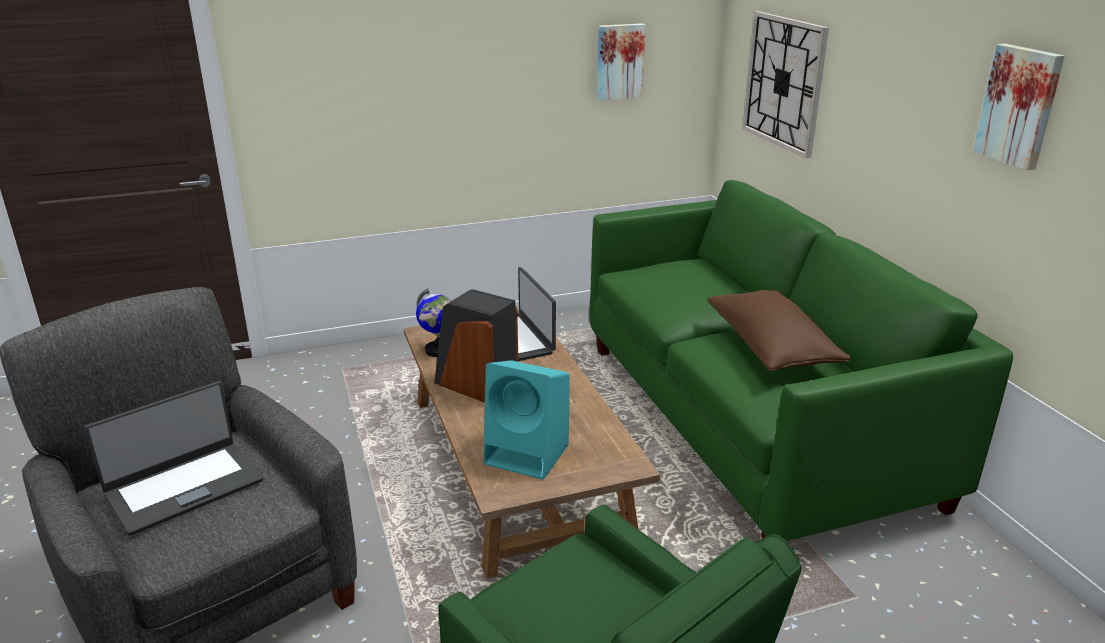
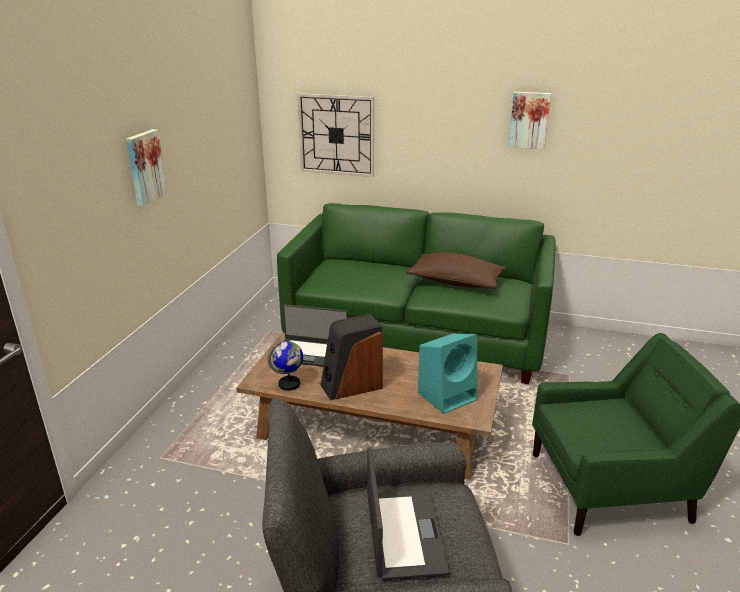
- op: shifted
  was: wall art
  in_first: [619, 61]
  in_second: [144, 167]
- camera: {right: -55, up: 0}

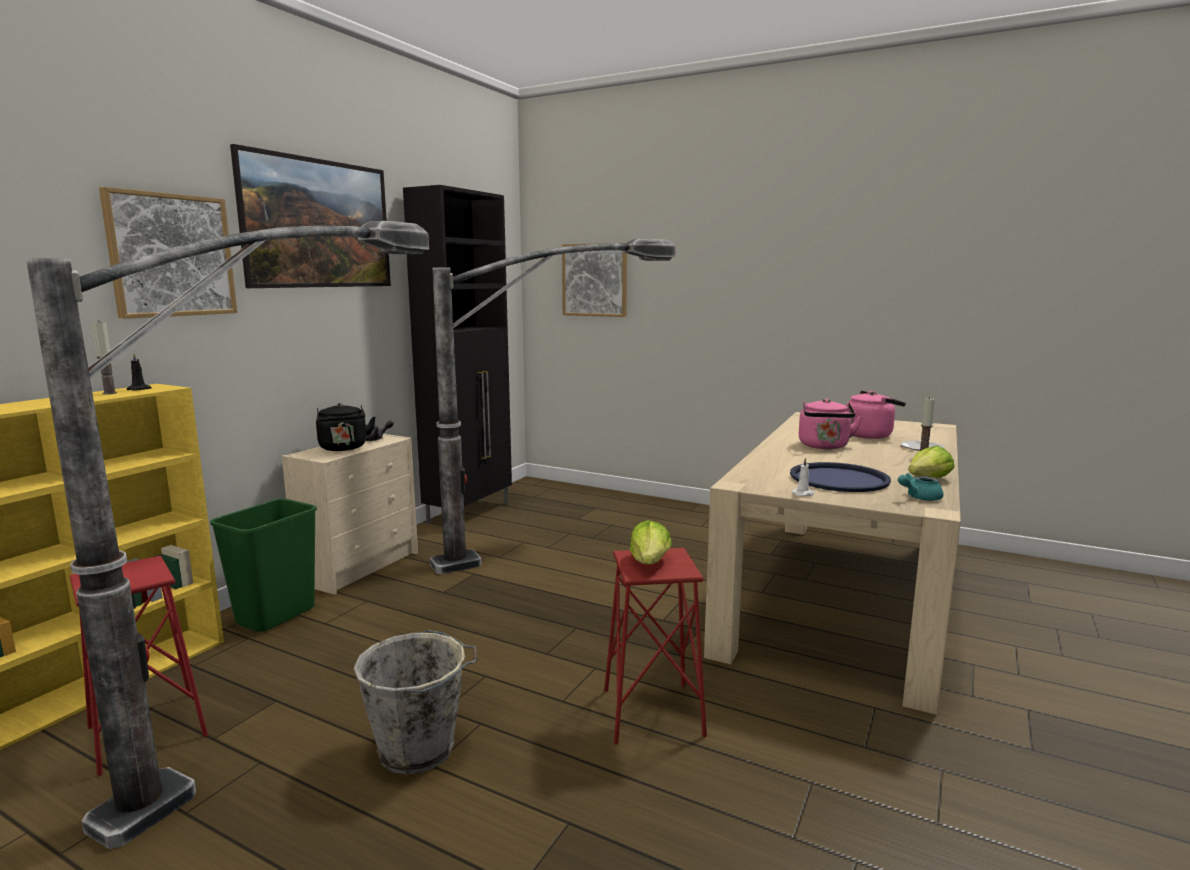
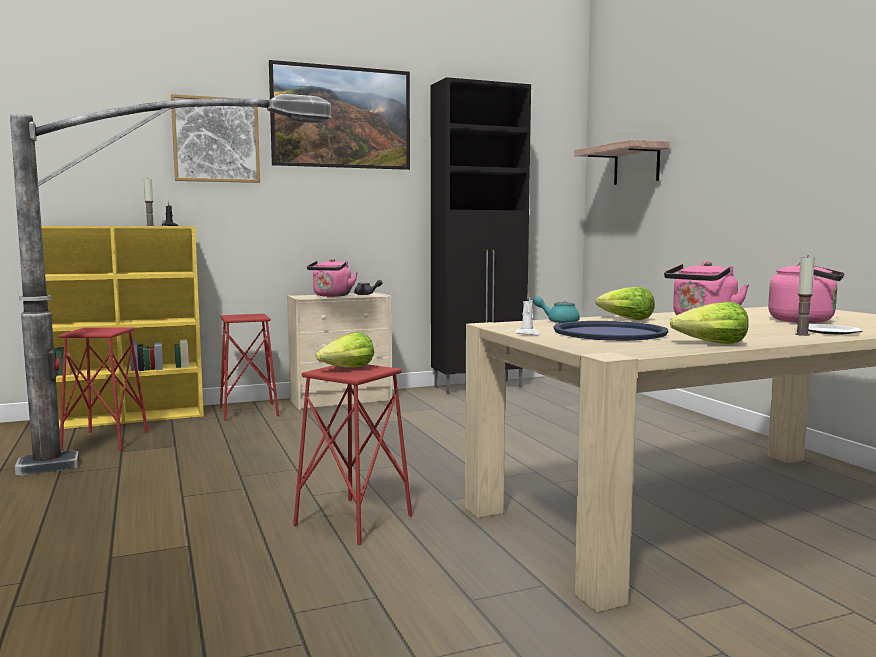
- op: gone
  was: floor lamp
  in_first: [558, 545]
- op: swapped
  was: wall art
  now: shelf
  in_first: [595, 280]
  in_second: [636, 164]
- op: repainted
  was: black-coloured water kettle
  now: pink-coloured water kettle
  in_first: [344, 448]
  in_second: [331, 296]
- op: shifted
  was: turquoise teapot
  in_first: [919, 497]
  in_second: [558, 321]
- op: swapped
  was: green-coloured trash can
  now: reddish stool seat
  in_first: [276, 616]
  in_second: [249, 412]
- op: gone
  was: gray pail
  in_first: [420, 749]
- op: new
  now: head of lettuce
  in_second: [625, 319]
- camera: {right: 40, up: -5}

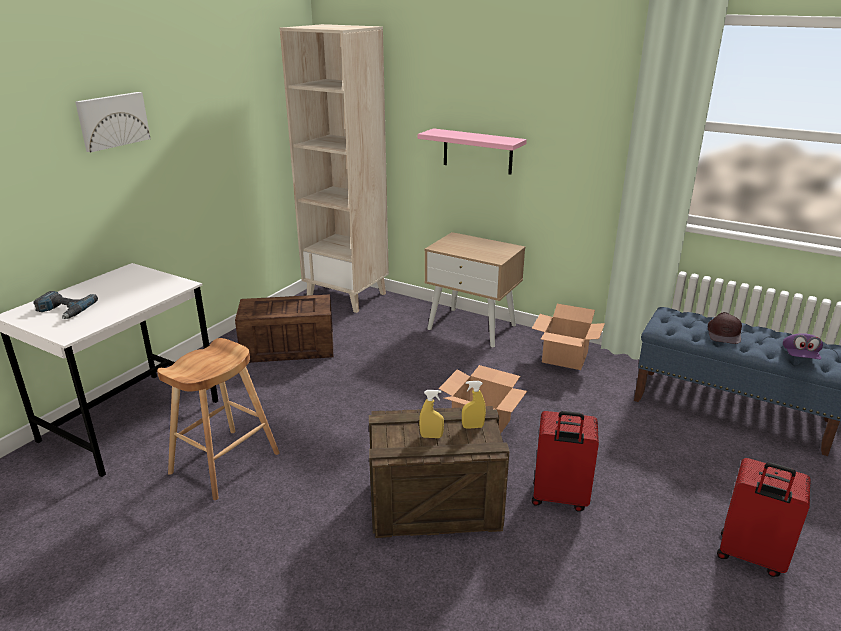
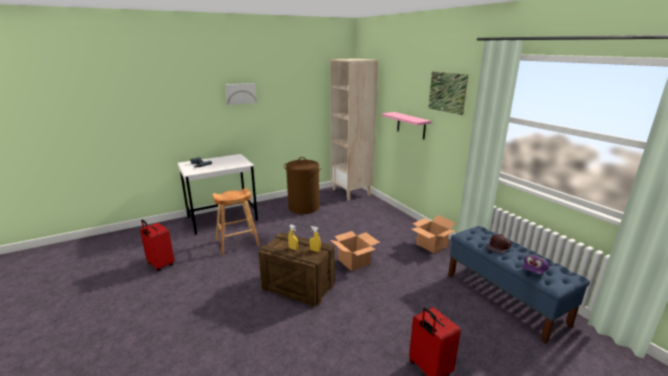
- op: gone
  was: beige-coloured nightstand
  in_first: [472, 327]
- op: swapped
  was: shipping crate
  now: brown hamper
  in_first: [287, 348]
  in_second: [303, 207]
- op: shifted
  was: reddish suitcase
  in_first: [559, 498]
  in_second: [160, 265]
- op: new
  now: wall art
  in_second: [447, 92]
- camera: {right: 30, up: -5}

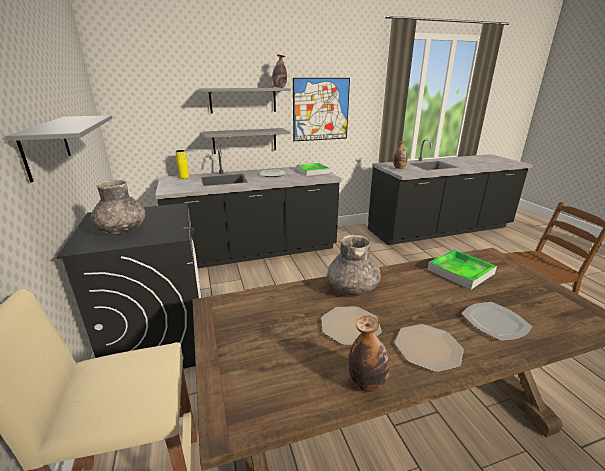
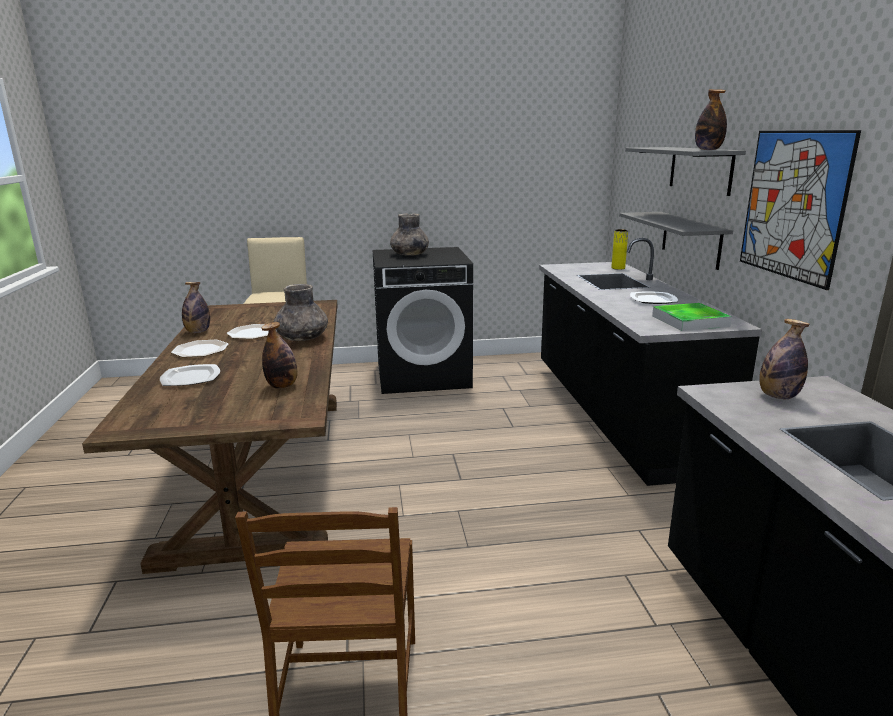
- op: gone
  was: gray shelf
  in_first: [46, 146]
- op: swapped
  was: carrying tray
  now: drink bottle
  in_first: [460, 271]
  in_second: [282, 386]
- camera: {right: 100, up: -5}

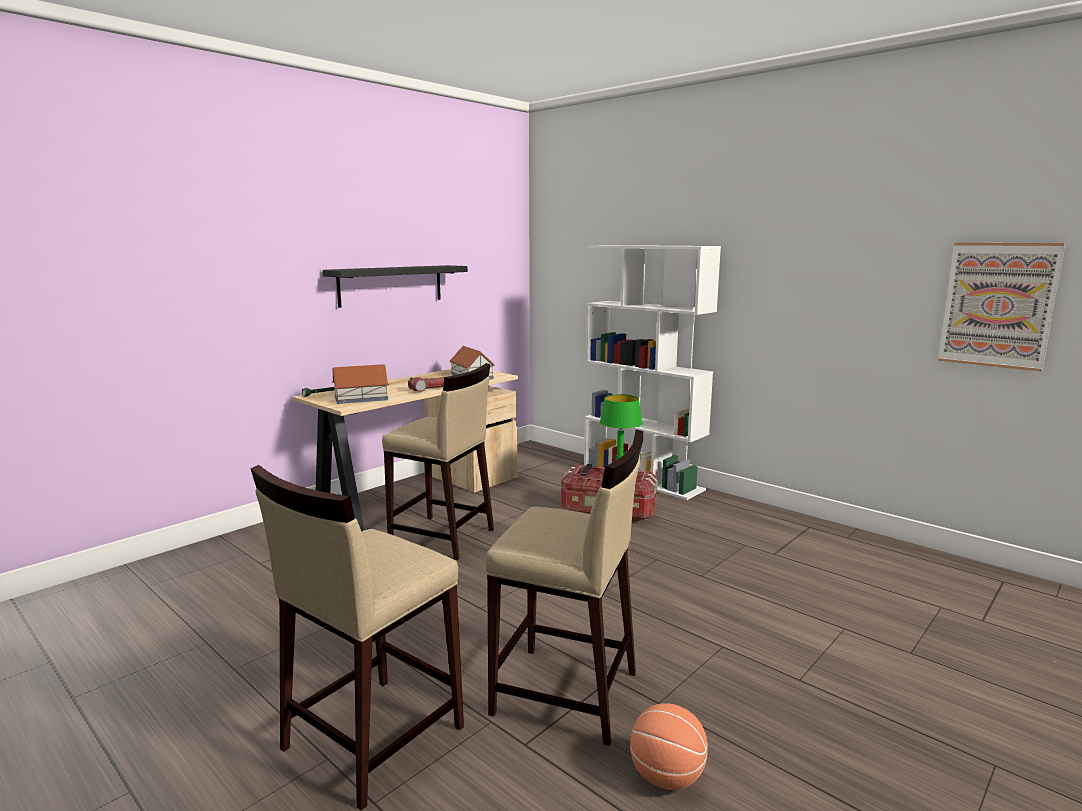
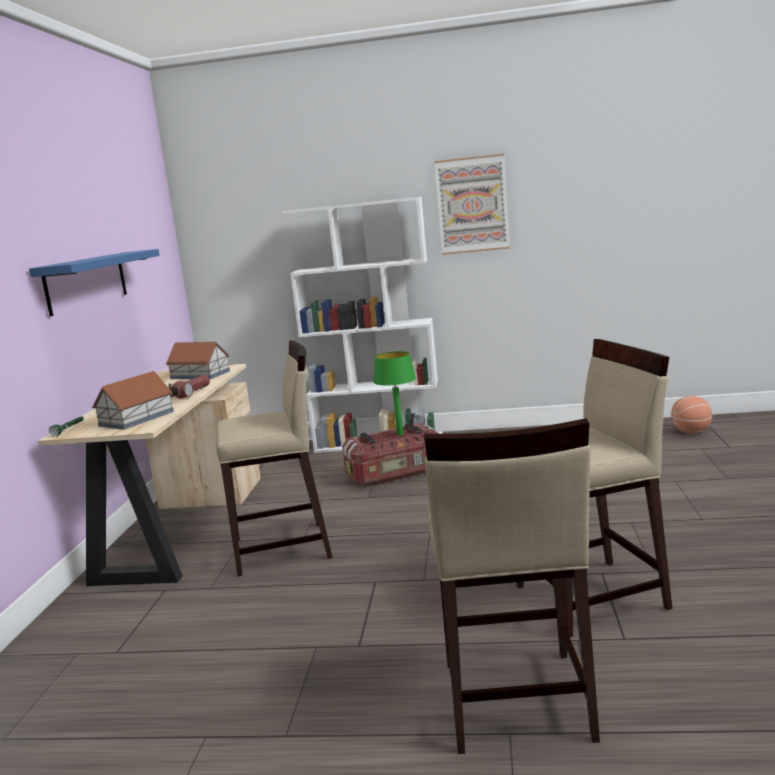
- op: shifted
  was: wall art
  in_first: [998, 305]
  in_second: [472, 205]
- op: repainted
  was: black-coloured shelf
  now: bluish shelf
  in_first: [391, 285]
  in_second: [87, 282]
- op: shifted
  was: basketball
  in_first: [667, 777]
  in_second: [691, 432]
- camera: {right: -35, up: 0}

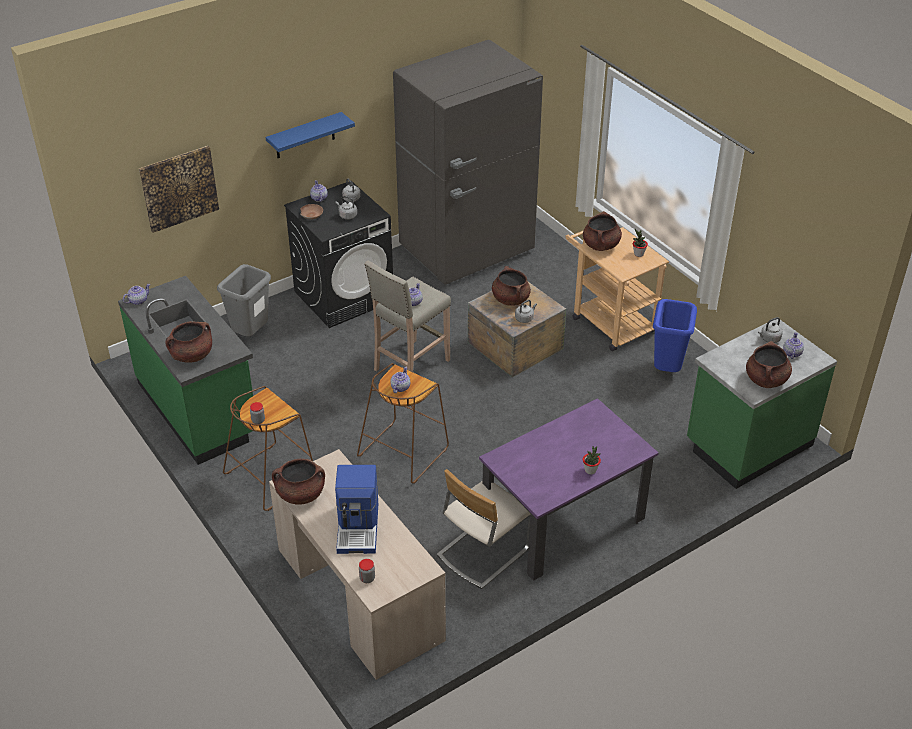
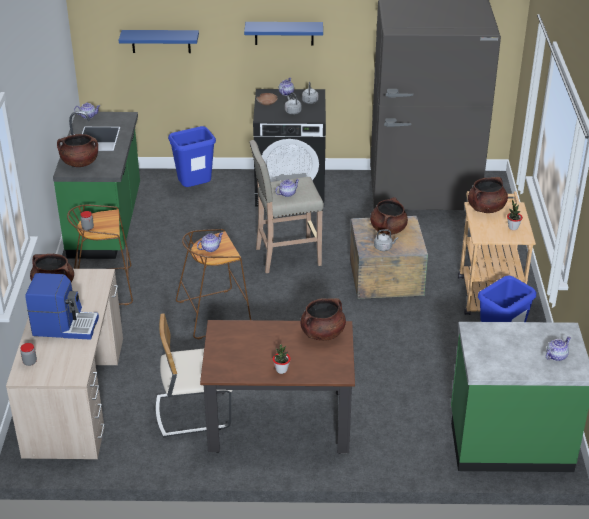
- op: swapped
  was: wall art
  now: bluish shelf
  in_first: [179, 188]
  in_second: [161, 41]
- op: repainted
  was: gray trash can
  now: bluish trash can
  in_first: [251, 334]
  in_second: [195, 189]
- op: gone
  was: gray water kettle
  in_first: [769, 339]
- op: shifted
  was: brown saucepot
  in_first: [766, 380]
  in_second: [322, 333]
- op: repainted
  was: purple-coloured kitchen table
  now: brown kitchen table
  in_first: [563, 522]
  in_second: [279, 422]
- op: rotated
  was: coffee machine
  in_first: [359, 527]
  in_second: [65, 326]
  clockwise: -120
- camera: {right: 35, up: -5}

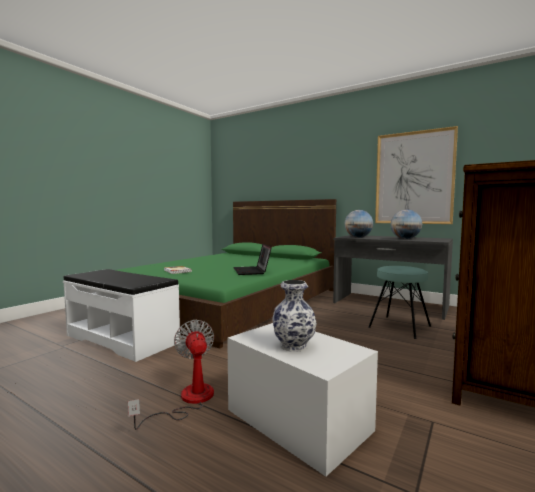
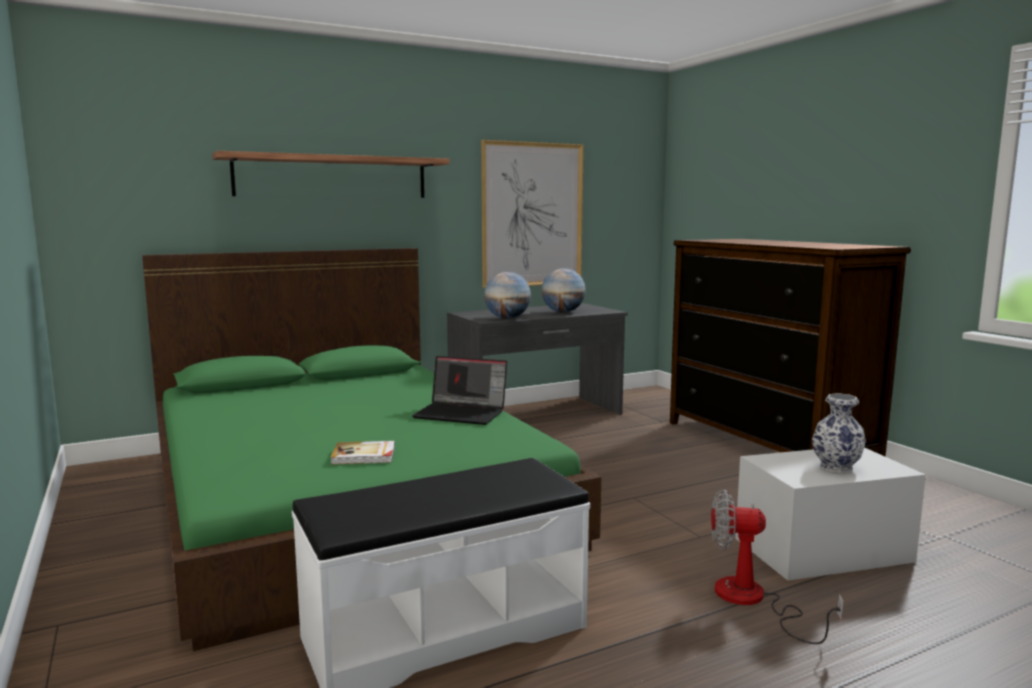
- op: gone
  was: turquoise stool seat
  in_first: [399, 327]
- op: new
  now: shelf
  in_second: [332, 177]
- camera: {right: -60, up: 5}

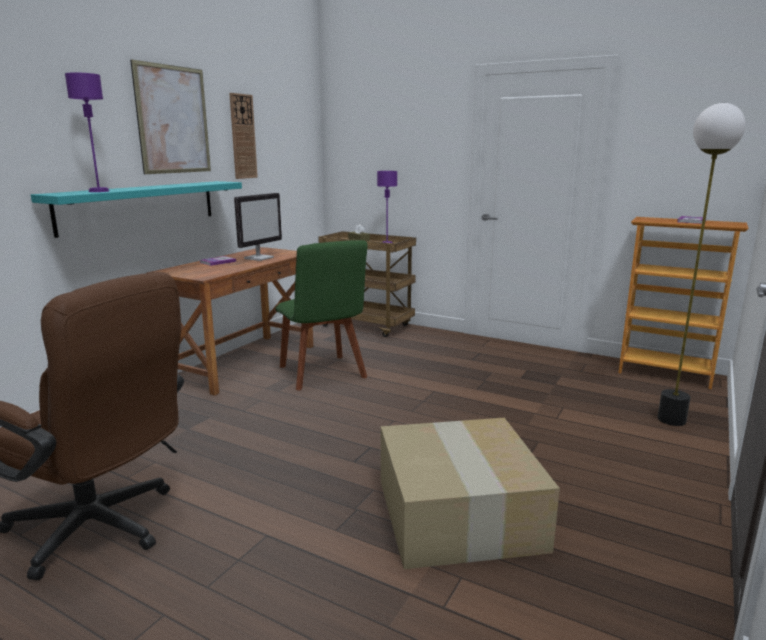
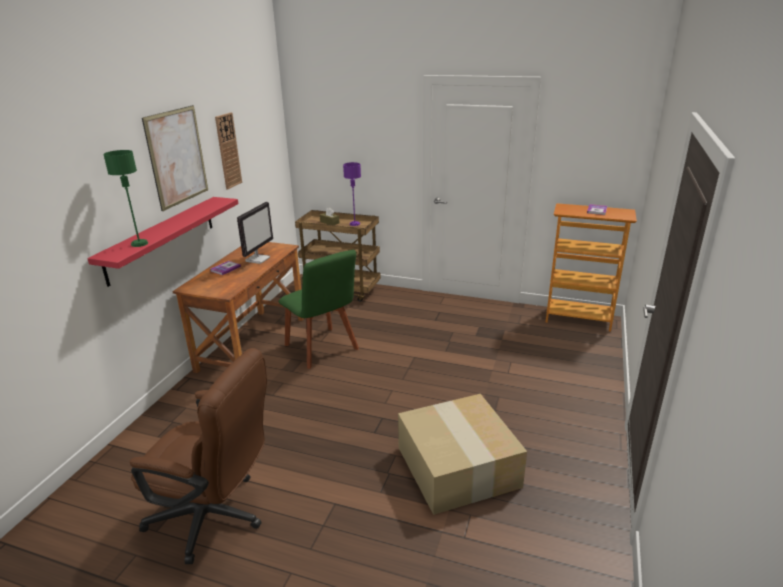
- op: repainted
  was: purple-coloured tabletop lamp
  now: green-coloured tabletop lamp
  in_first: [98, 191]
  in_second: [139, 243]
- op: gone
  was: floor lamp
  in_first: [672, 420]
- op: repainted
  was: turquoise shelf
  now: reddish shelf
  in_first: [140, 206]
  in_second: [162, 238]
- camera: {right: -10, up: 10}

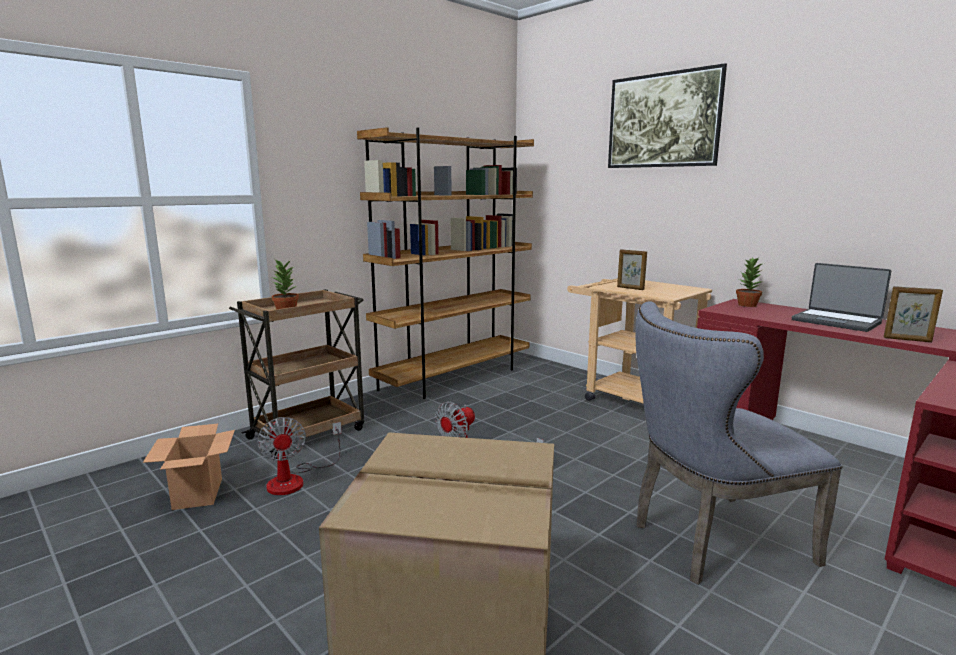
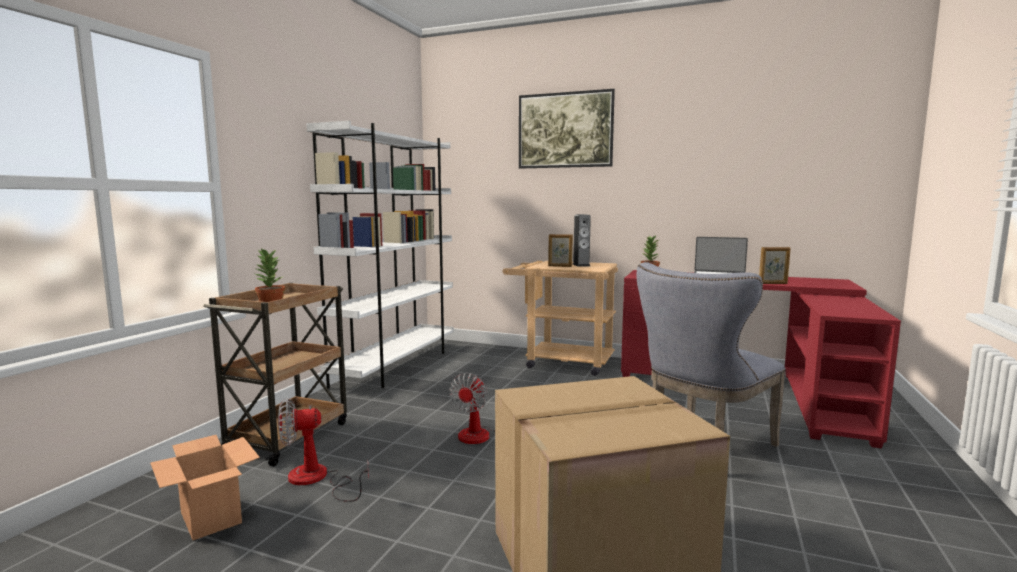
- op: repainted
  was: brown shelving unit
  now: whitish shelving unit
  in_first: [455, 377]
  in_second: [396, 366]
- op: rotated
  was: electric fan
  in_first: [295, 479]
  in_second: [317, 480]
  clockwise: 120
- op: new
  now: audio speaker
  in_second: [581, 265]
- camera: {right: -25, up: -5}

